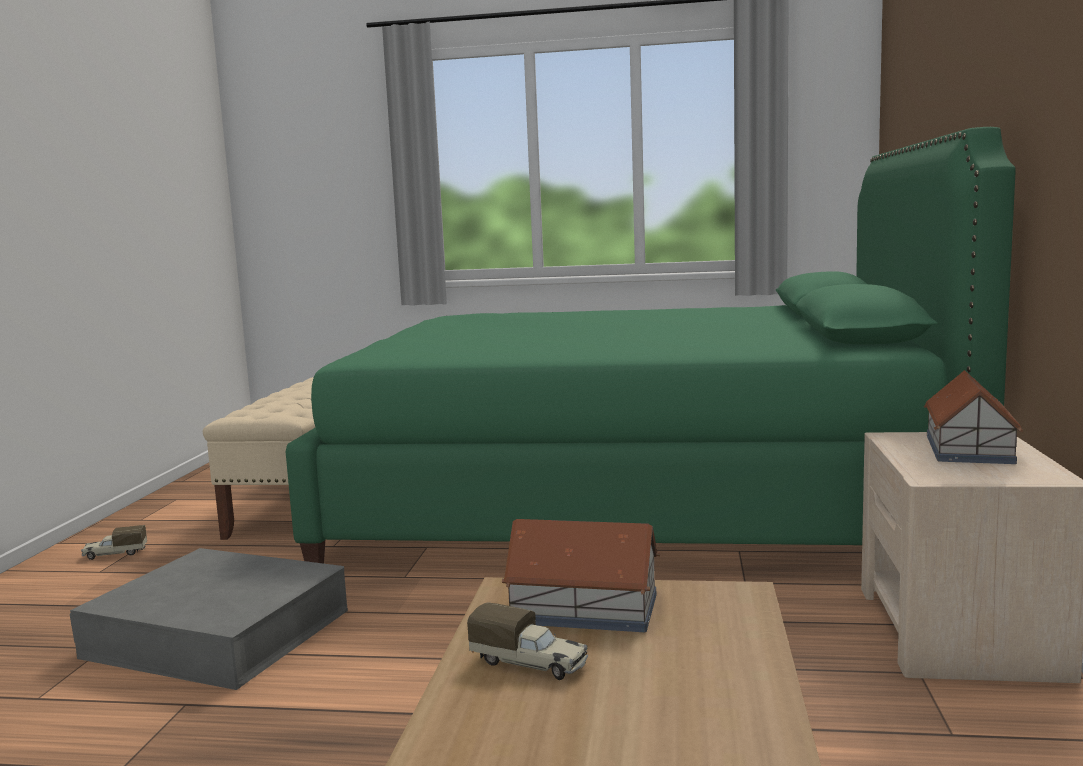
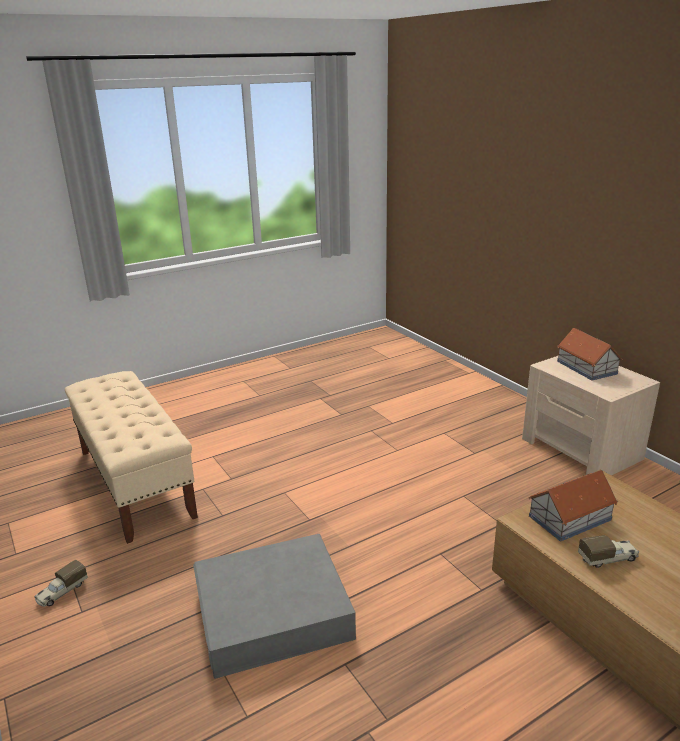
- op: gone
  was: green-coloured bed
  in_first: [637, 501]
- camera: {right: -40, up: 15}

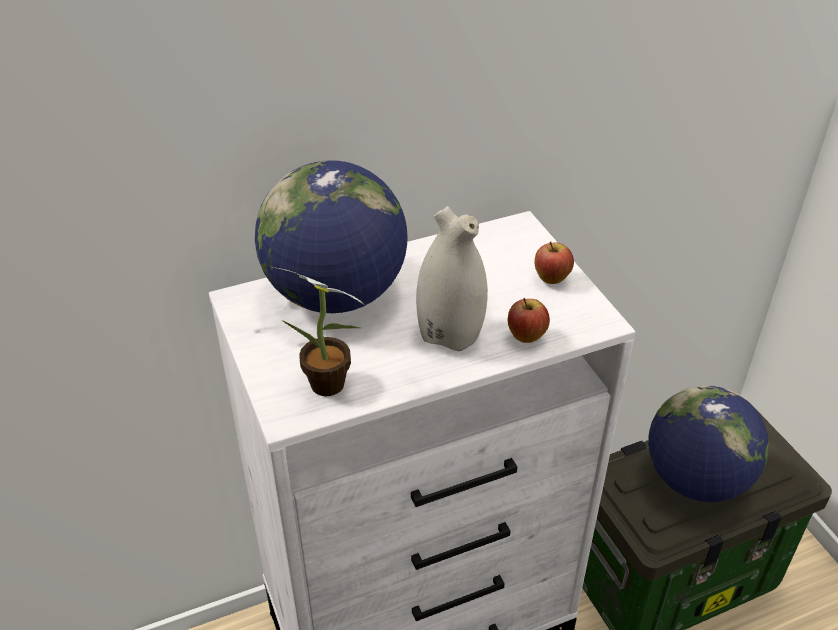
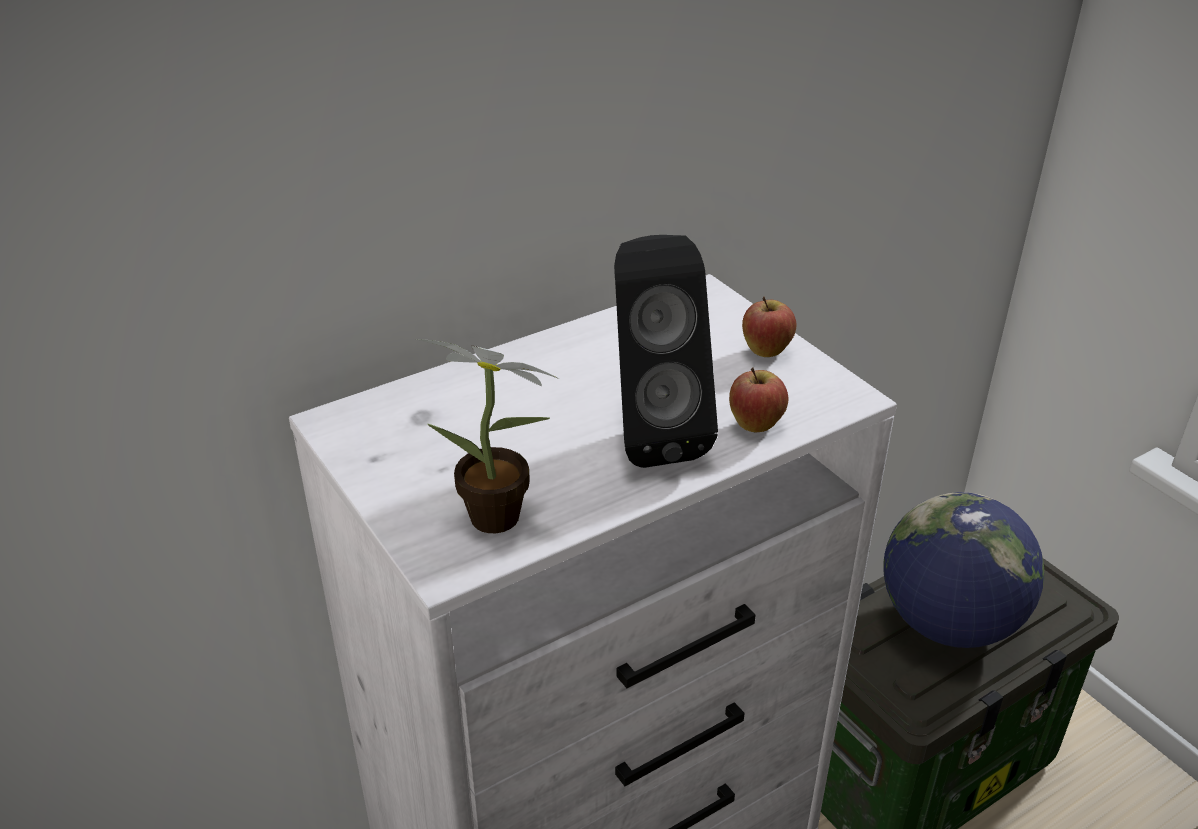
- op: gone
  was: desk globe
  in_first: [336, 295]
- op: swapped
  was: whitish vase
  now: black-coloured audio speaker
  in_first: [450, 334]
  in_second: [650, 434]
- camera: {right: -10, up: -5}

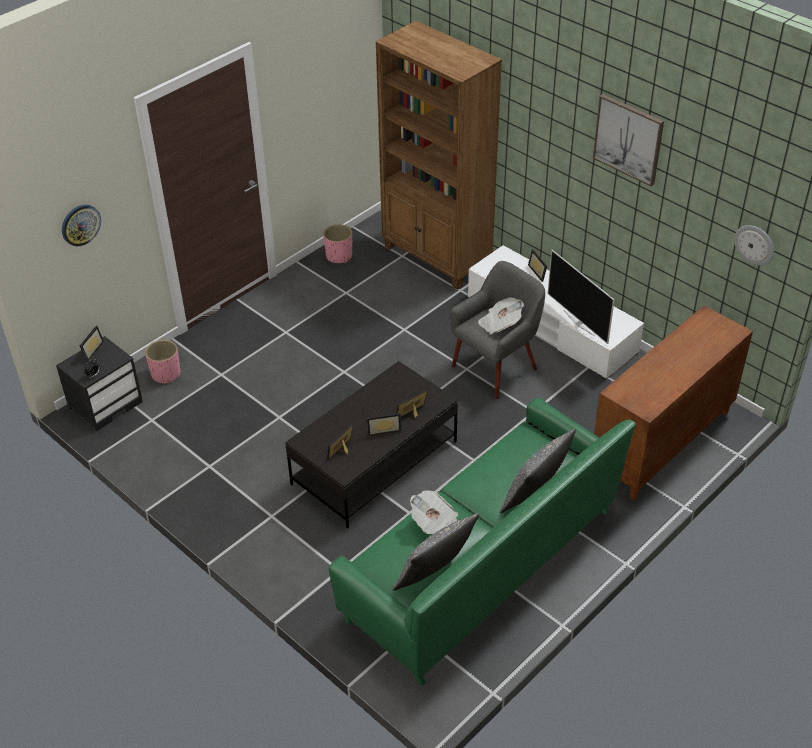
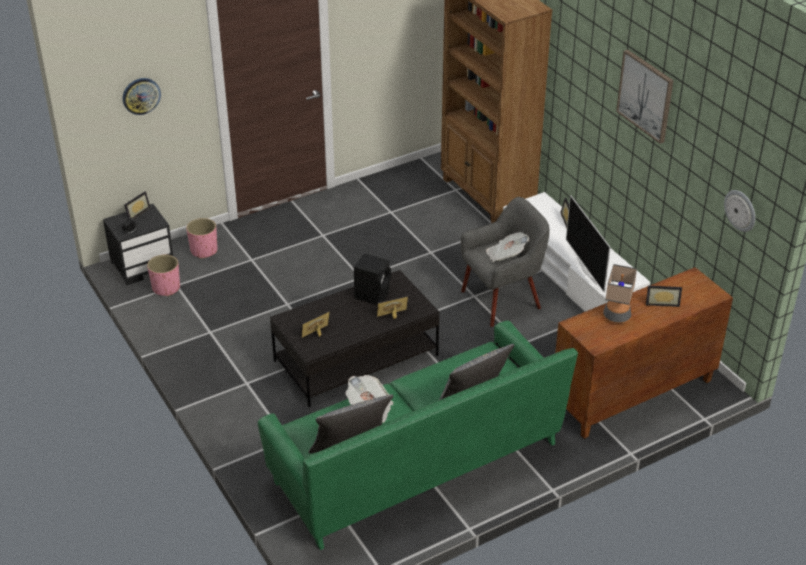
- op: shifted
  was: pink-coloured flower pot
  in_first: [339, 256]
  in_second: [166, 288]
- op: shifted
  was: picture frame
  in_first: [383, 429]
  in_second: [662, 302]
- op: new
  now: black-coloured audio speaker
  in_second: [373, 294]
- op: new
  now: tabletop lamp
  in_second: [616, 316]
- camera: {right: 15, up: -5}

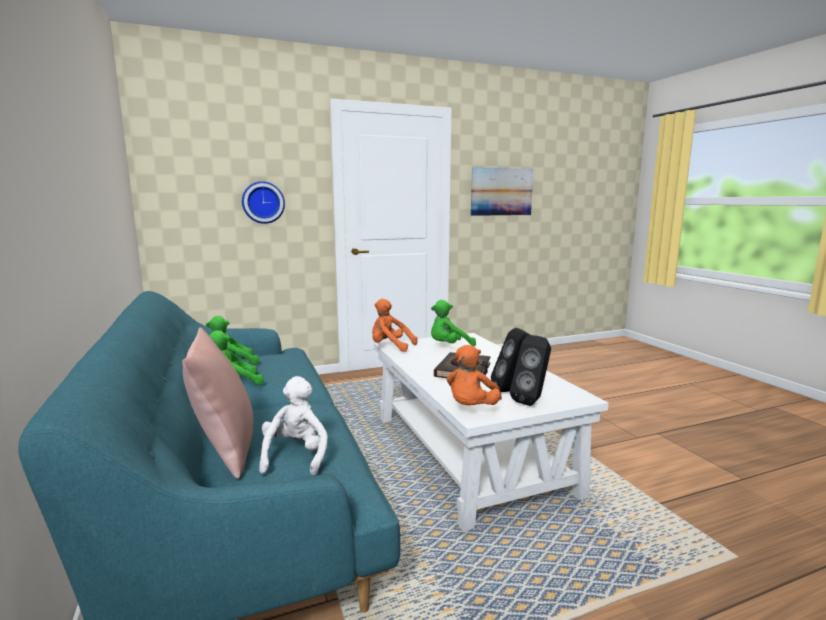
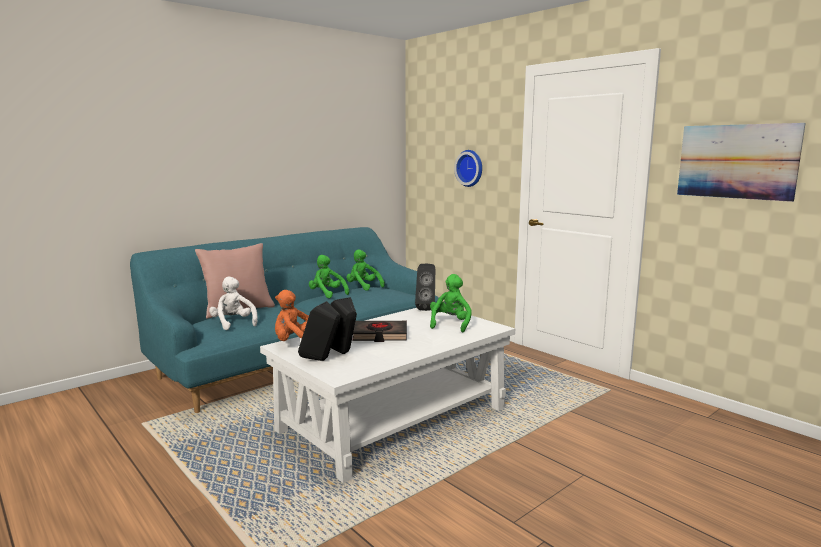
- op: swapped
  was: orangey soft toy
  now: black-coloured audio speaker
  in_first: [390, 347]
  in_second: [426, 308]
- op: rotated
  was: green-coloured soft toy
  in_first: [449, 346]
  in_second: [450, 324]
  clockwise: 60
- op: rotated
  was: whitish soft toy
  in_first: [296, 456]
  in_second: [233, 323]
  clockwise: -105
- camera: {right: 70, up: 0}

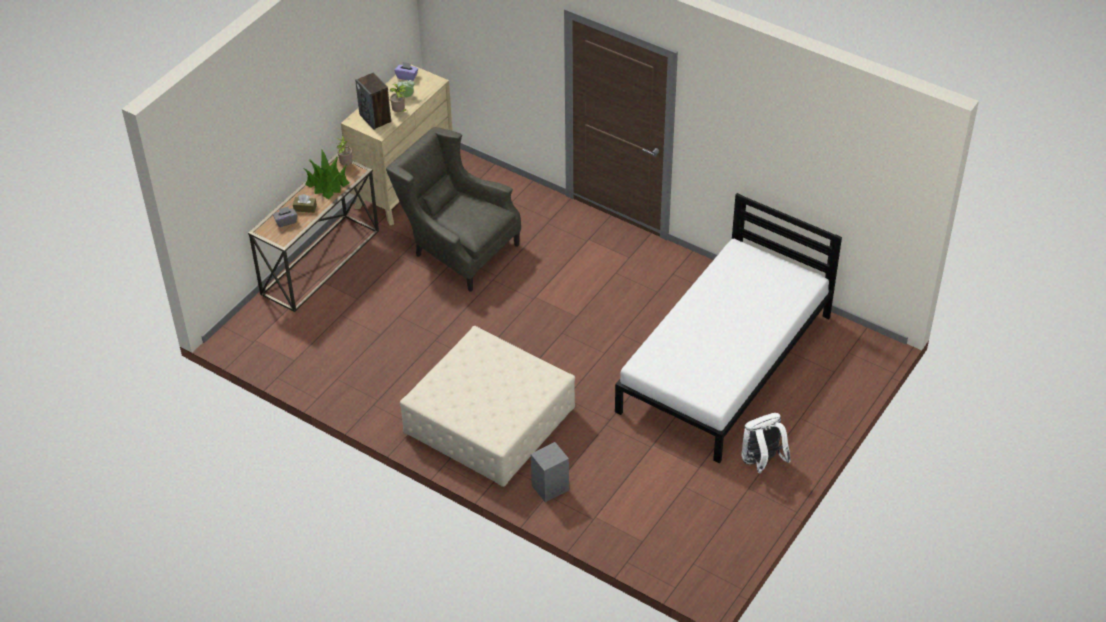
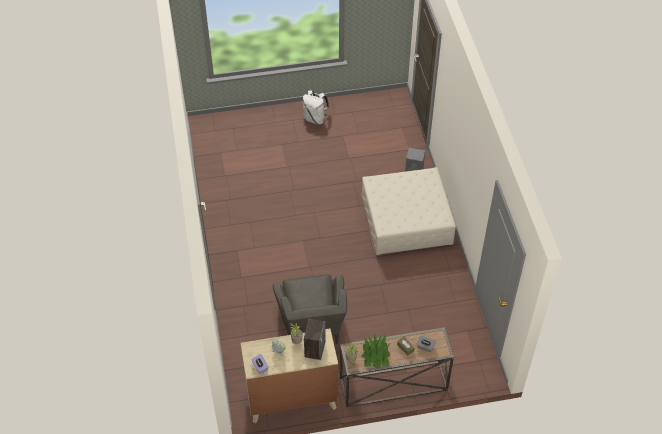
- op: gone
  was: whitish bed
  in_first: [725, 363]
- camera: {right: -135, up: 5}

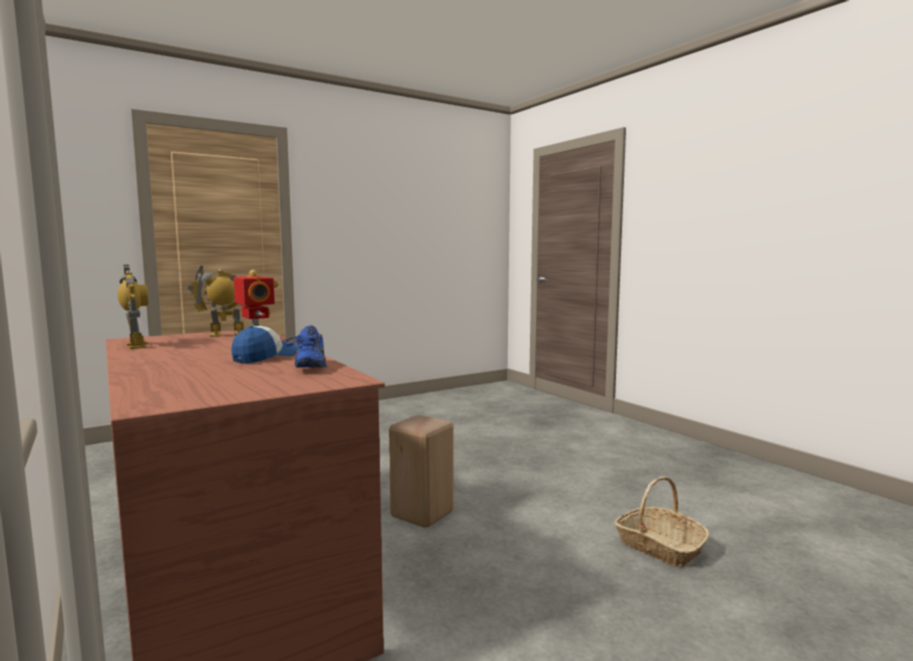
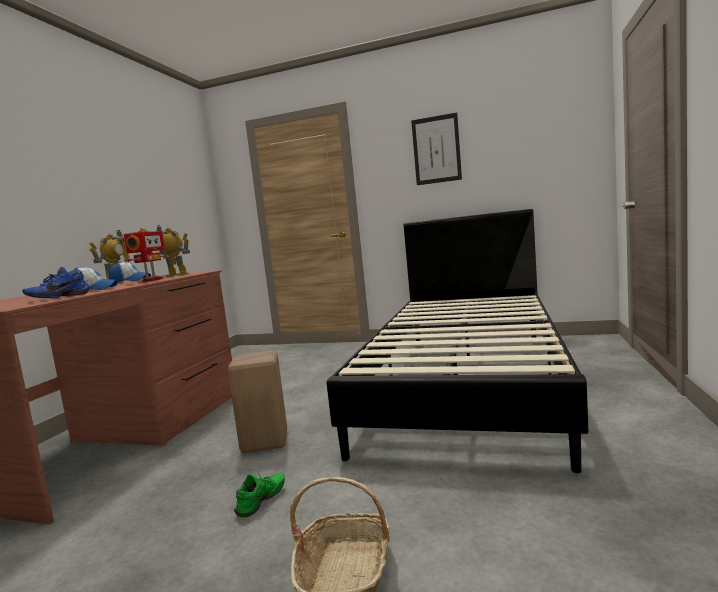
- op: new
  now: wall art
  in_second: [436, 149]
- op: new
  now: black-coloured bed
  in_second: [467, 380]
- op: new
  now: peaked cap
  in_second: [130, 281]
- op: new
  now: green-coloured low shoe
  in_second: [263, 502]
- camera: {right: 50, up: 0}

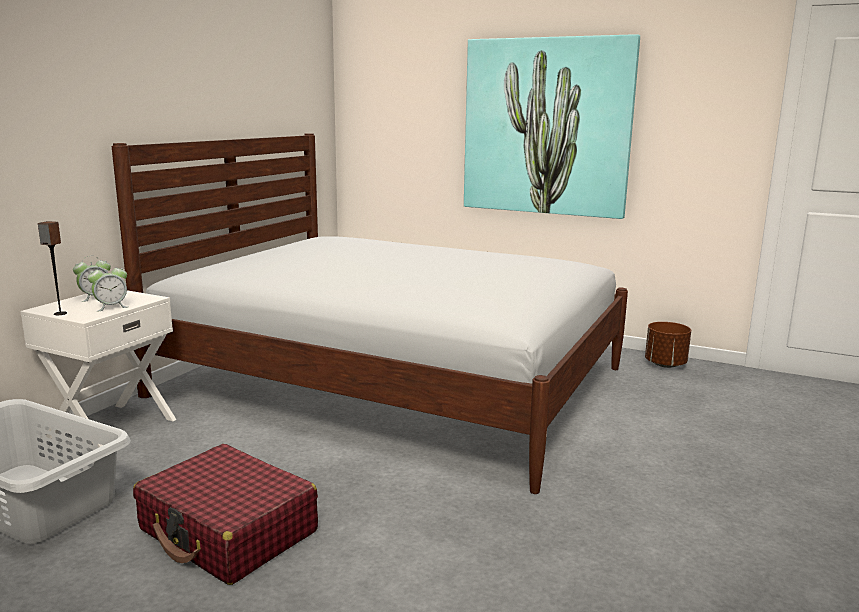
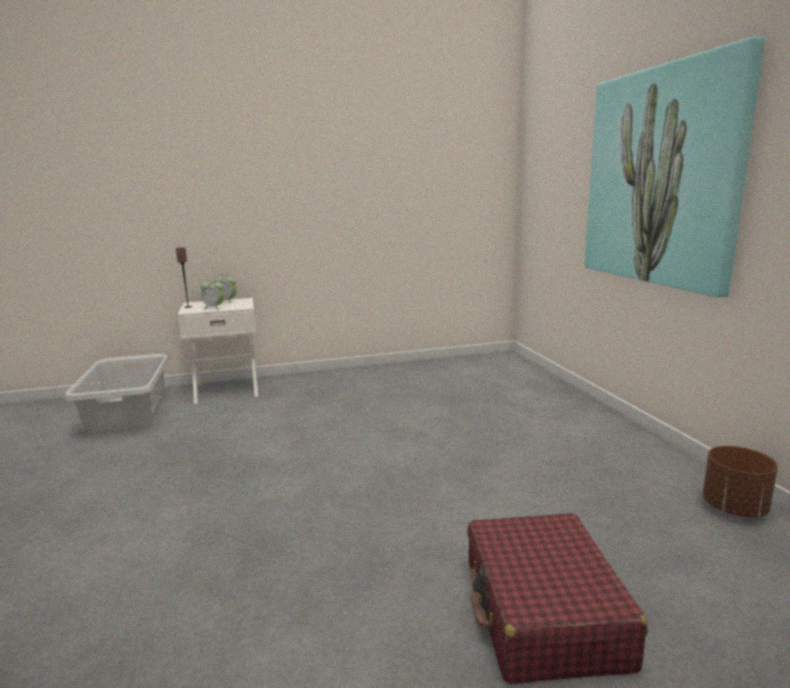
- op: gone
  was: whitish bed
  in_first: [394, 382]
- op: shifted
  was: reddish suitcase
  in_first: [228, 531]
  in_second: [543, 613]
- camera: {right: 50, up: 0}

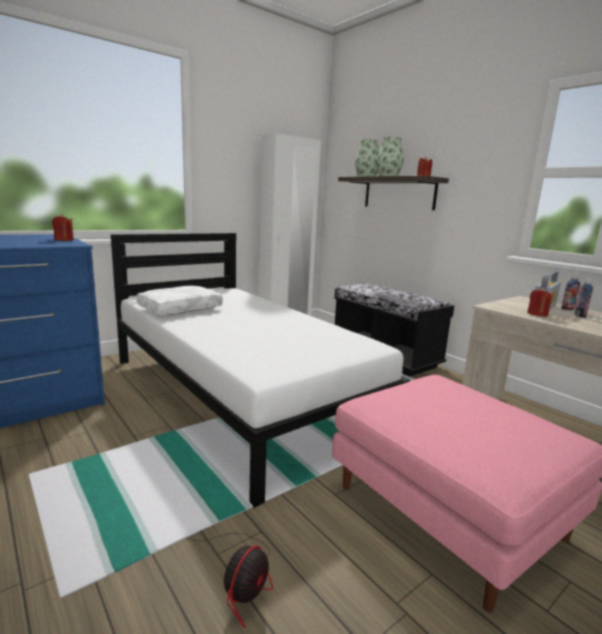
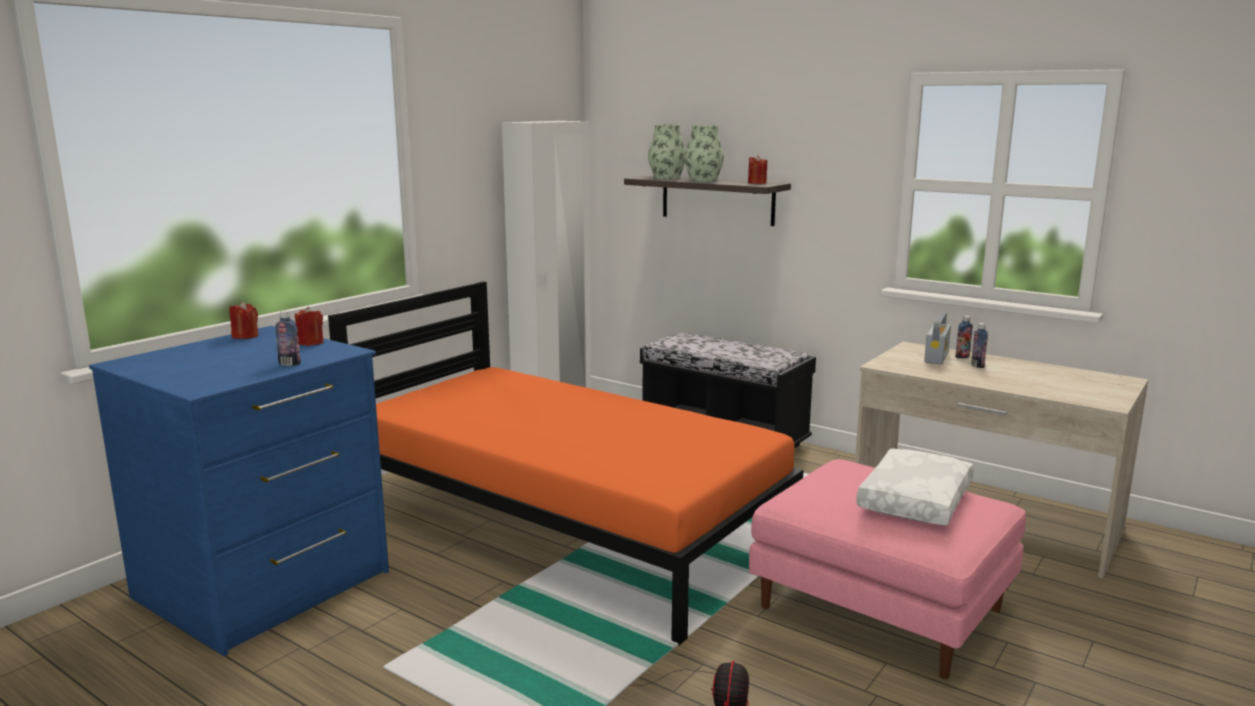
- op: repainted
  was: whitish bed
  now: orangey bed
  in_first: [240, 394]
  in_second: [564, 525]
- op: shifted
  was: whitish throw pillow
  in_first: [180, 308]
  in_second: [913, 499]
- op: shifted
  was: reddish wax candle
  in_first: [537, 314]
  in_second: [245, 336]
- op: new
  now: drink bottle
  in_second: [289, 364]
- camera: {right: -15, up: 0}

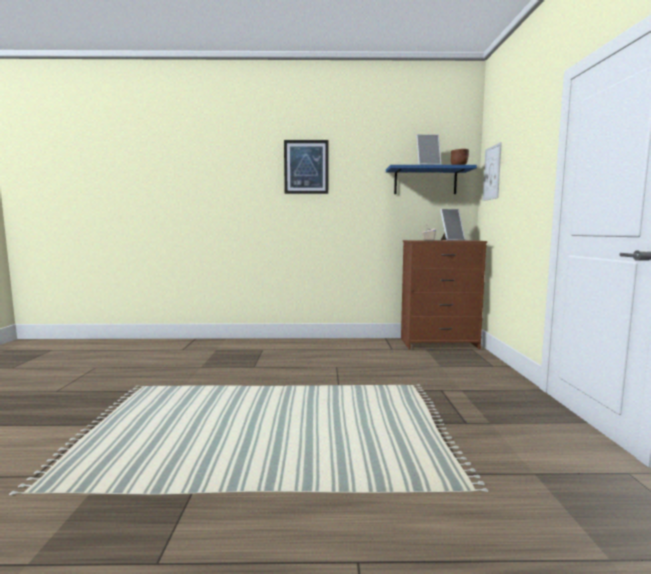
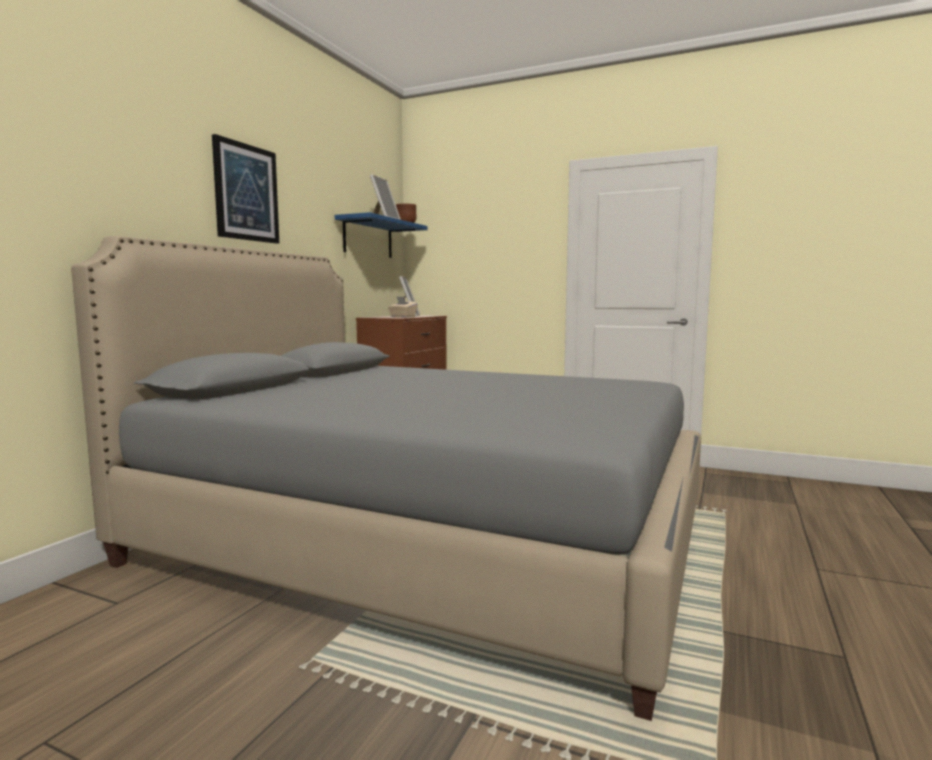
- op: gone
  was: wall art
  in_first: [492, 173]
- op: new
  now: gray bed
  in_second: [426, 540]
- camera: {right: -65, up: 0}

